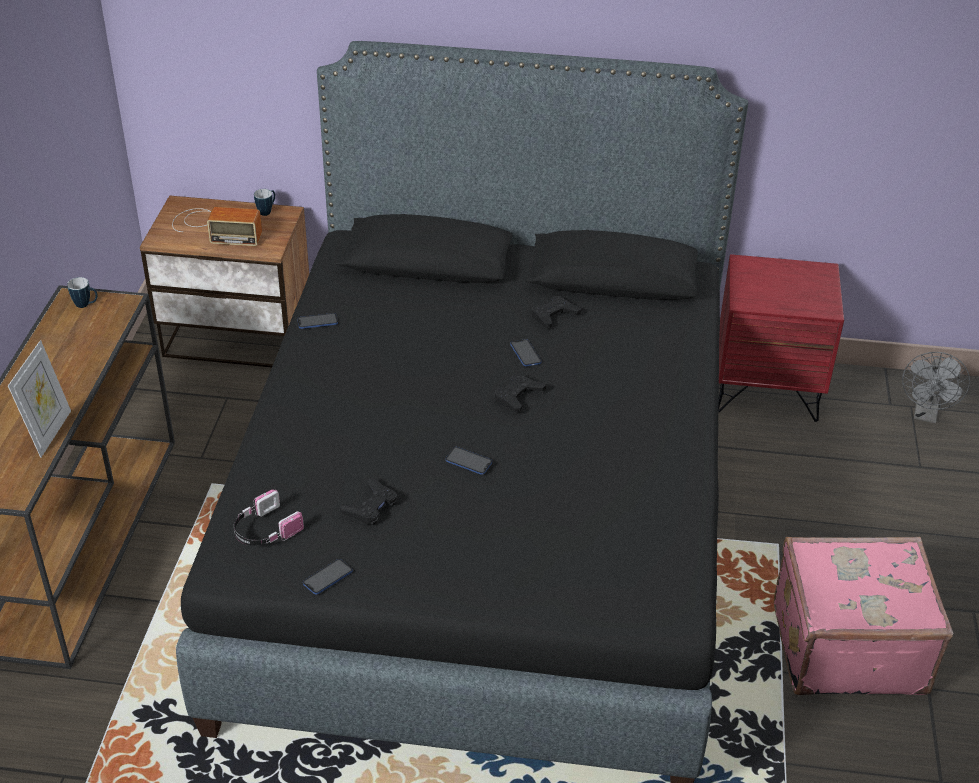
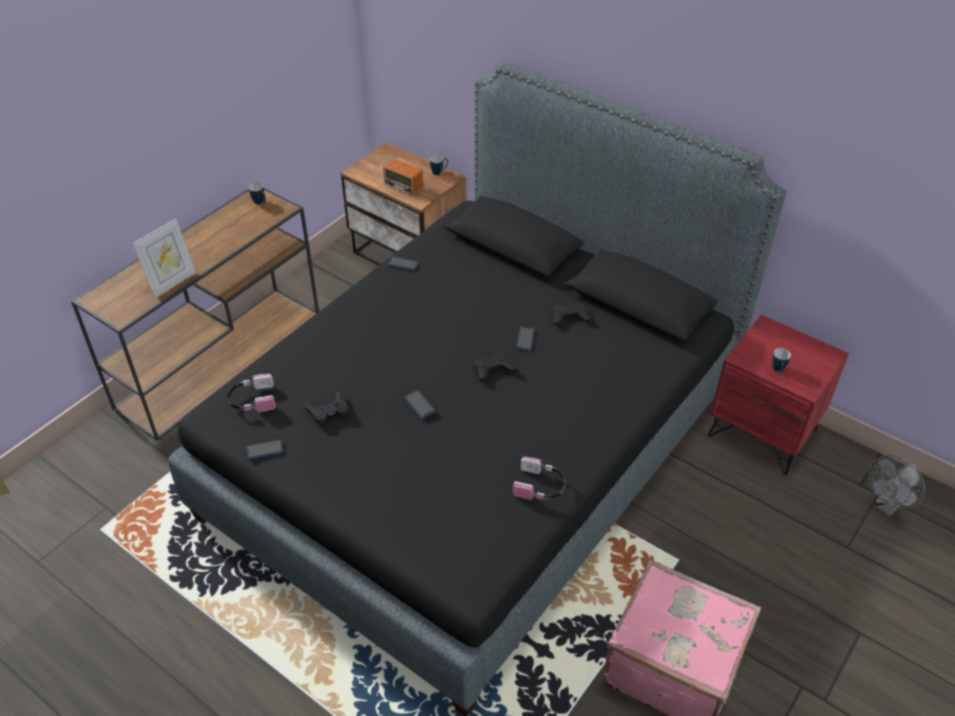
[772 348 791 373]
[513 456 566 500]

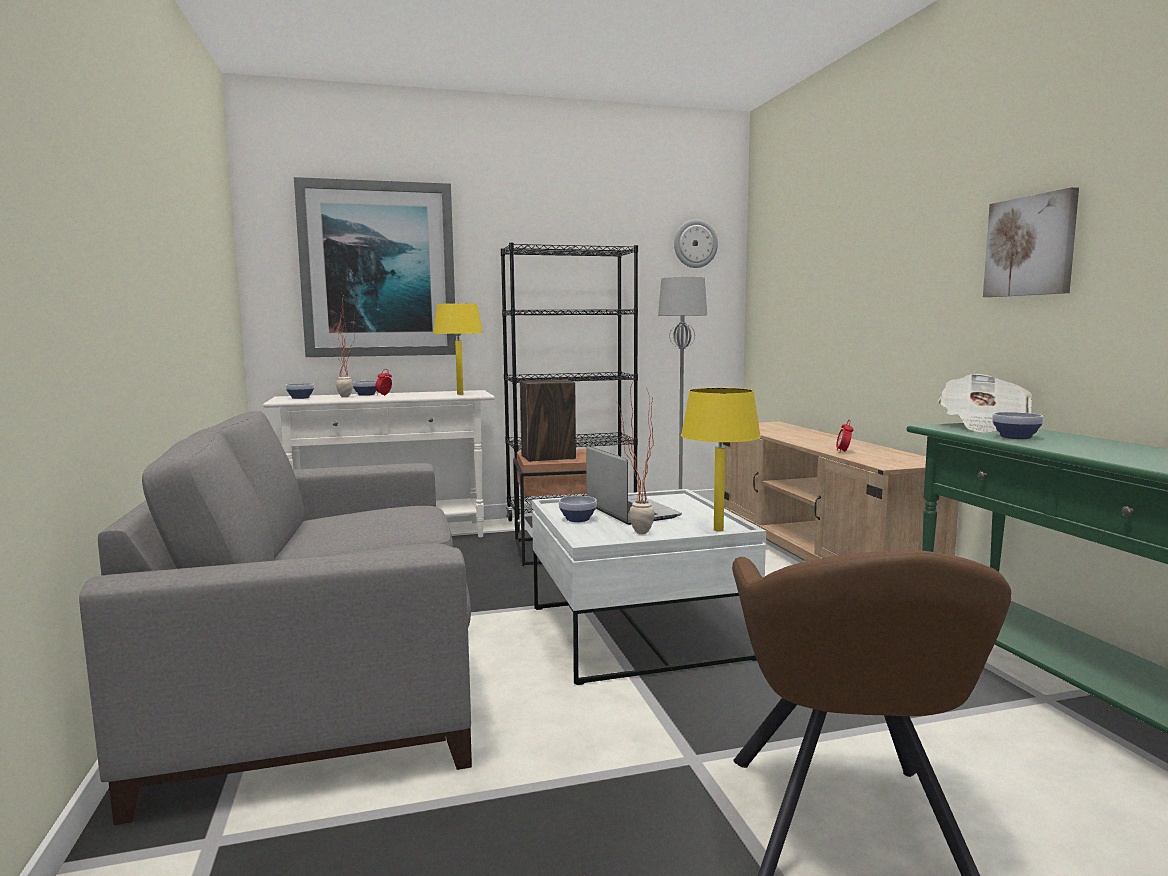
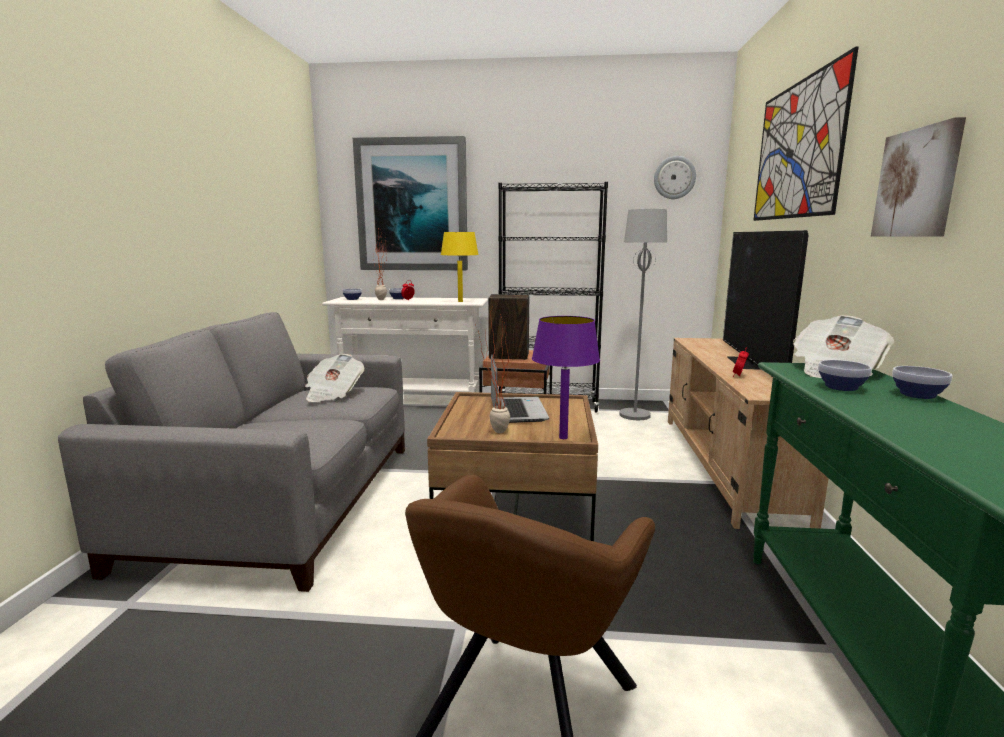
[532 316 600 439]
[427 392 598 541]
[892 366 952 399]
[753 46 859 221]
[723 230 809 376]
[305 354 364 402]

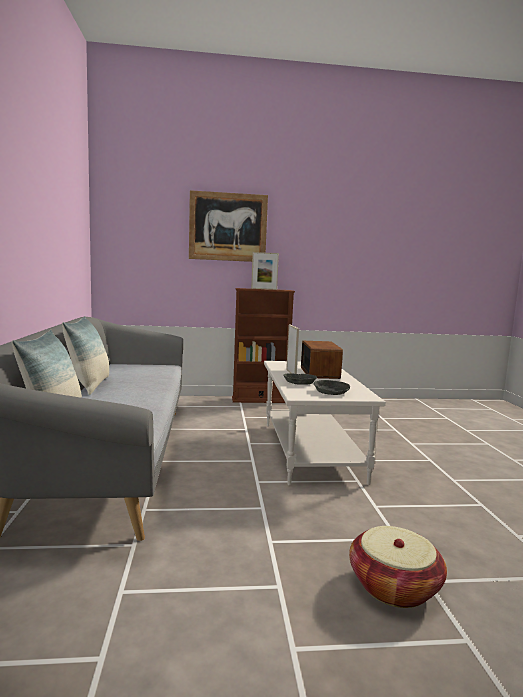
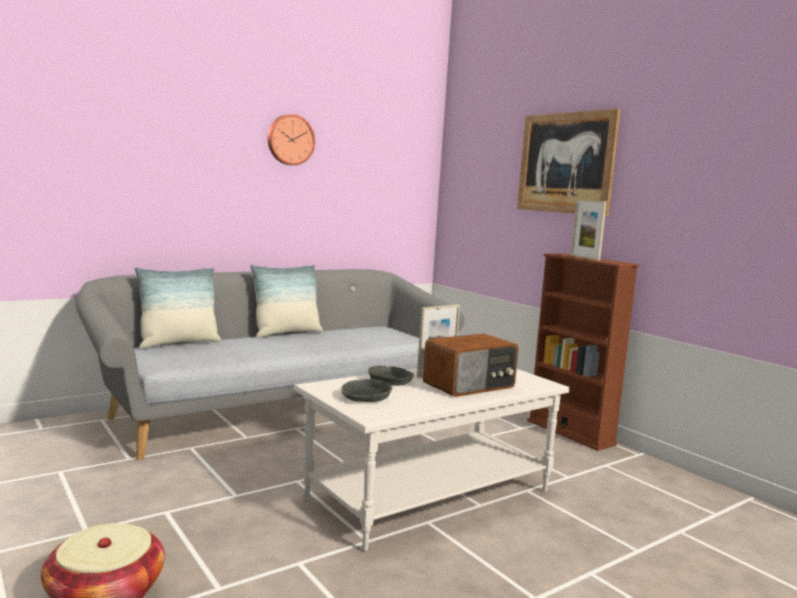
[268 114 315 165]

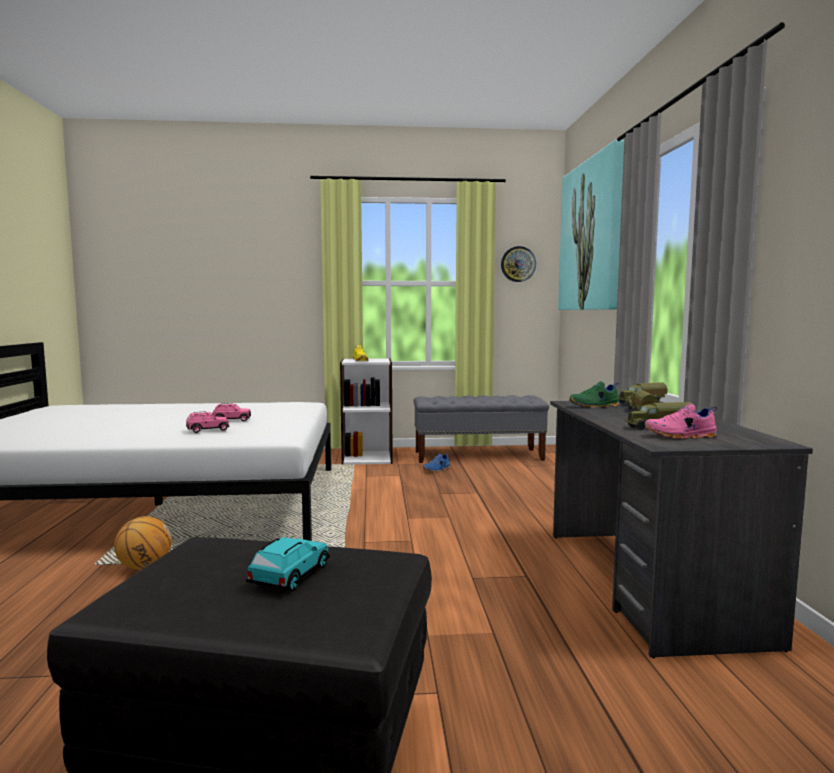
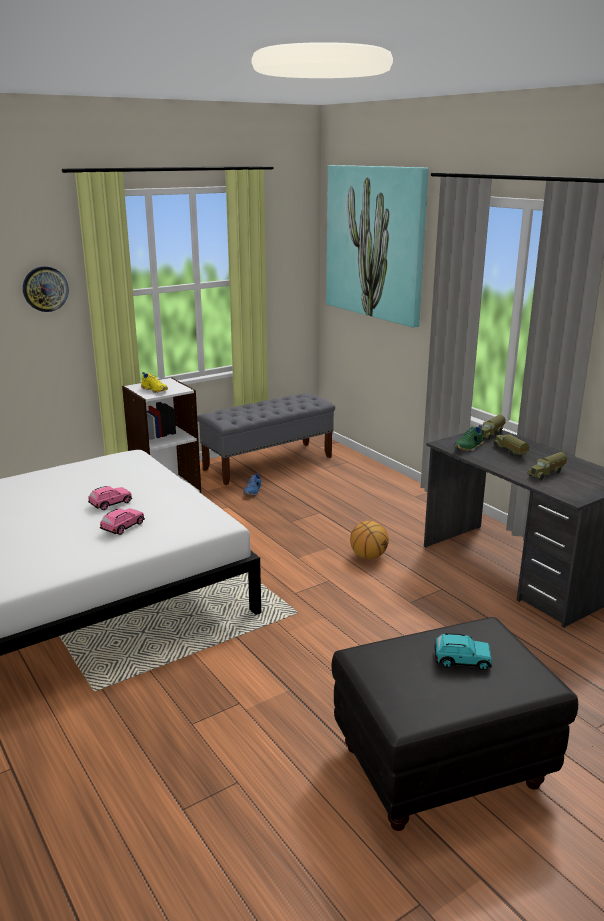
[23 266 69 312]
[645 404 717 439] (first image)
[350 521 389 559]
[434 633 492 670]

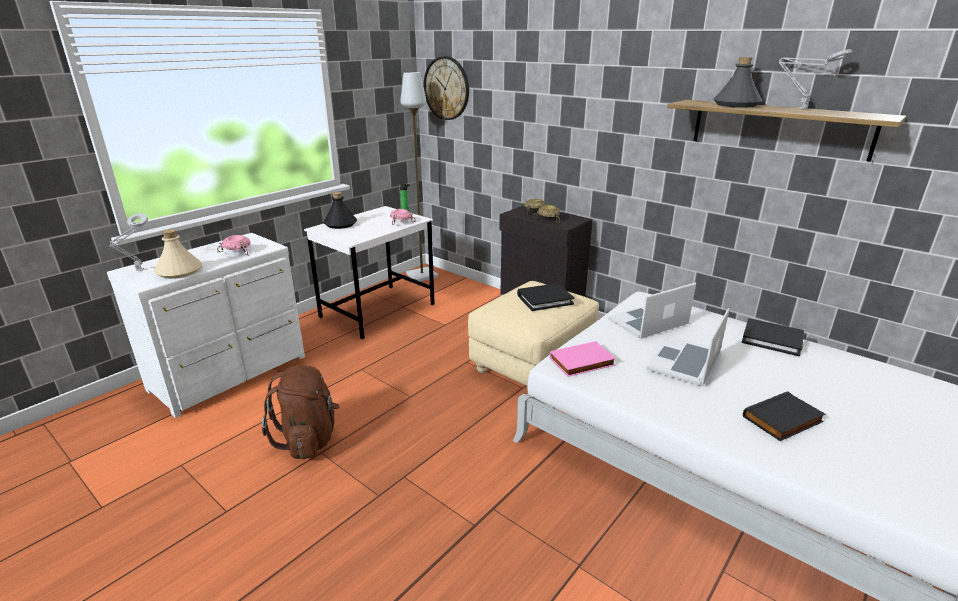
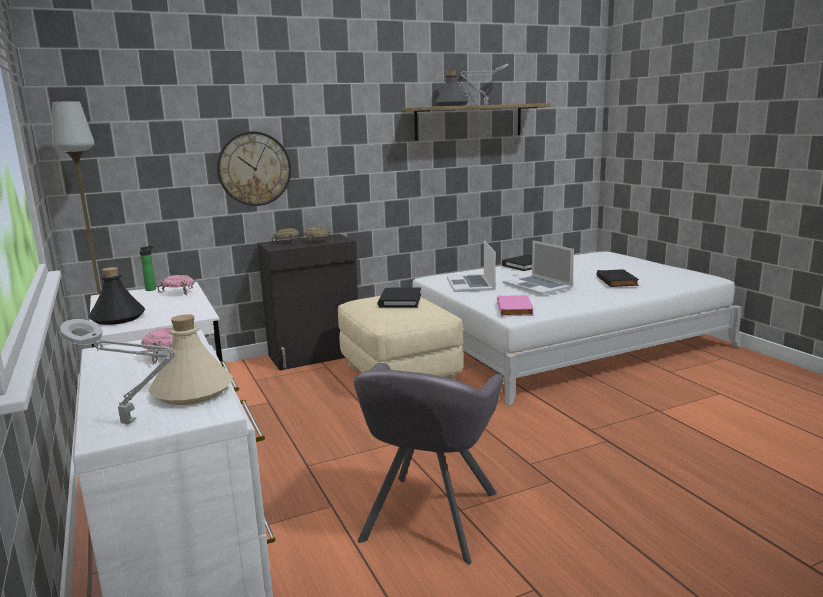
[217 131 291 206]
[354 363 504 564]

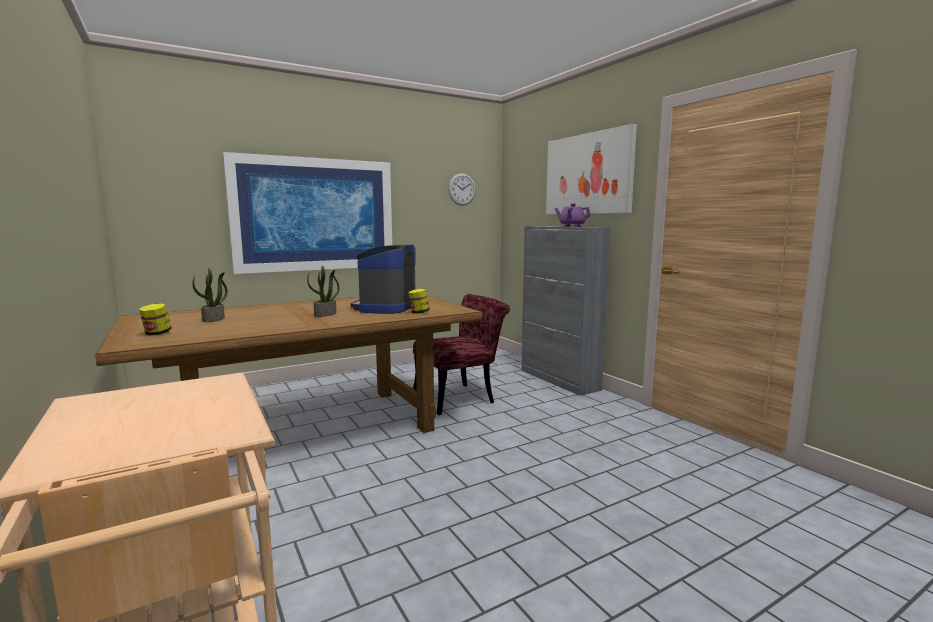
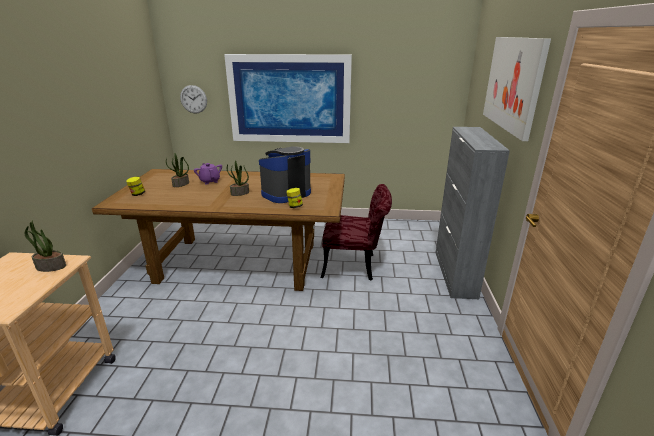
[180 85 207 114]
[194 163 222 185]
[25 220 66 272]

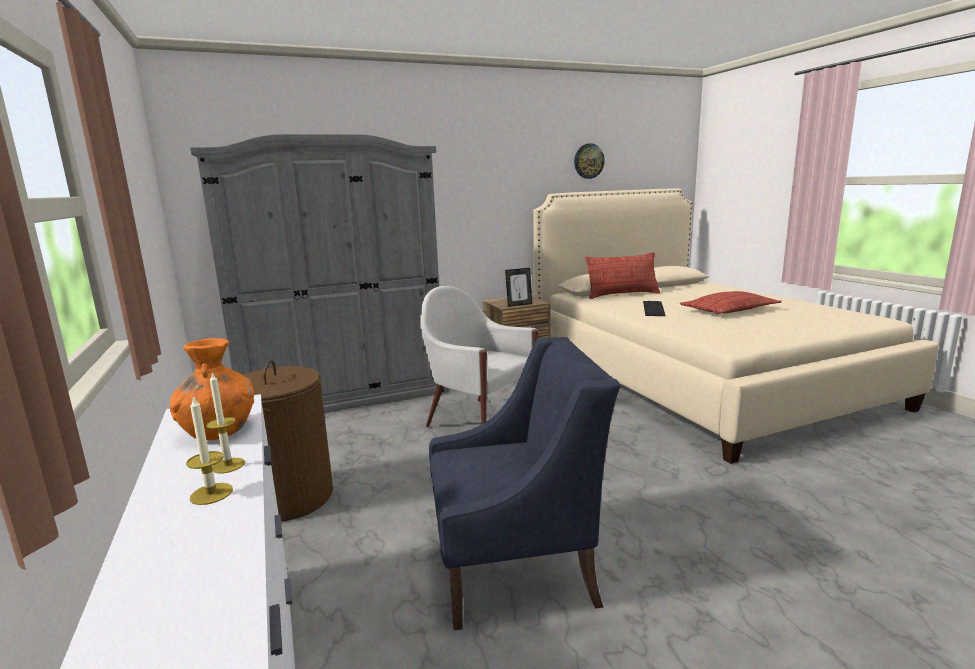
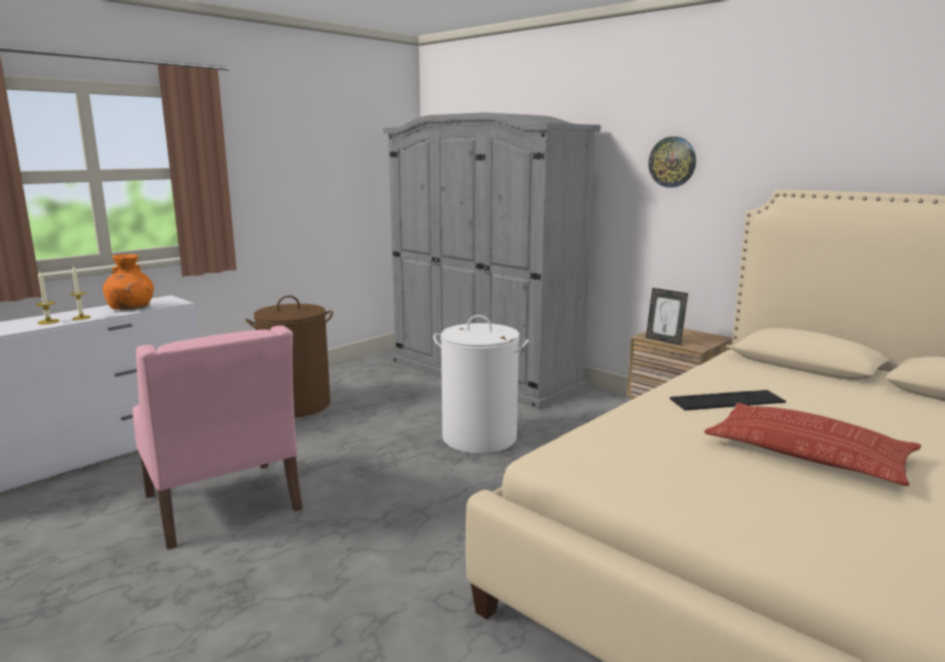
[648 137 696 188]
[585 252 660 299] (first image)
[433 315 529 454]
[132 326 303 550]

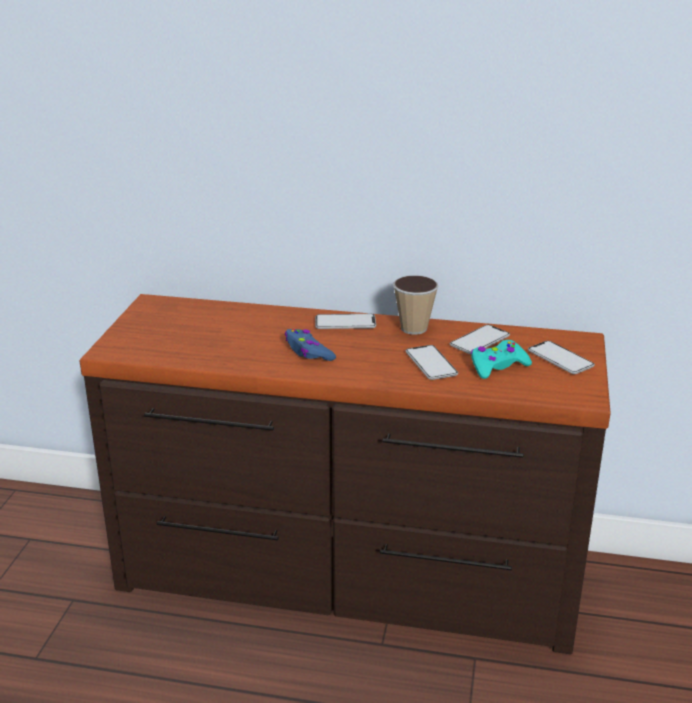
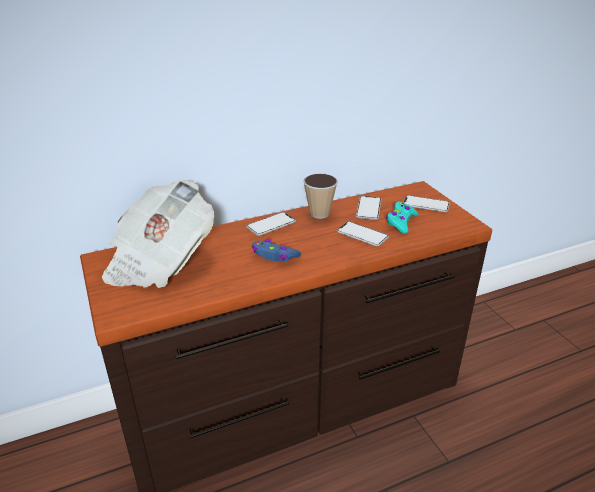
[102 180 214 288]

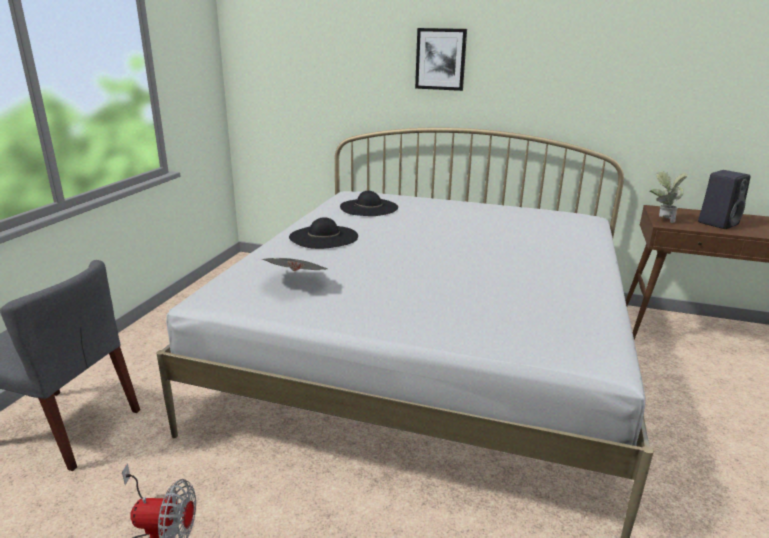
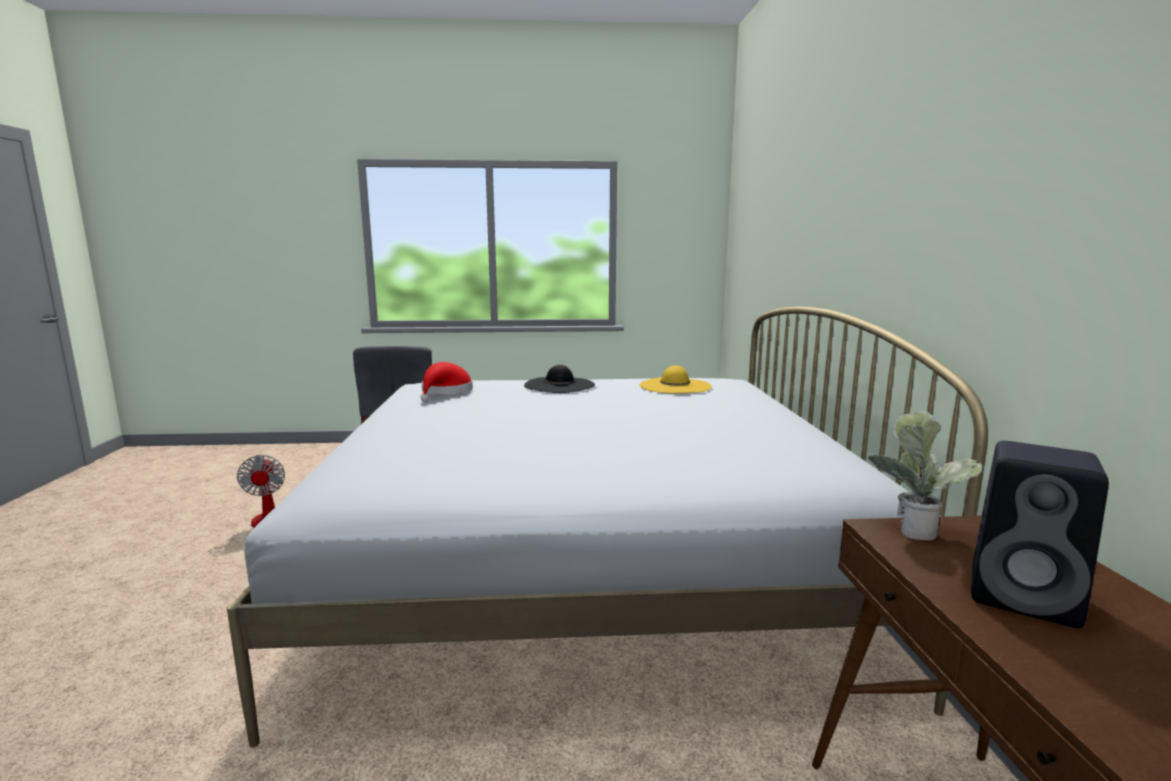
[415 28 467 91] (first image)
[639 365 712 394]
[421 362 473 402]

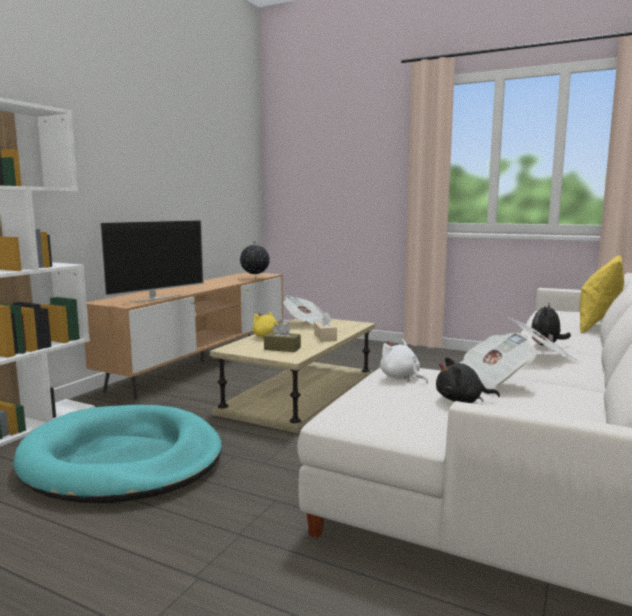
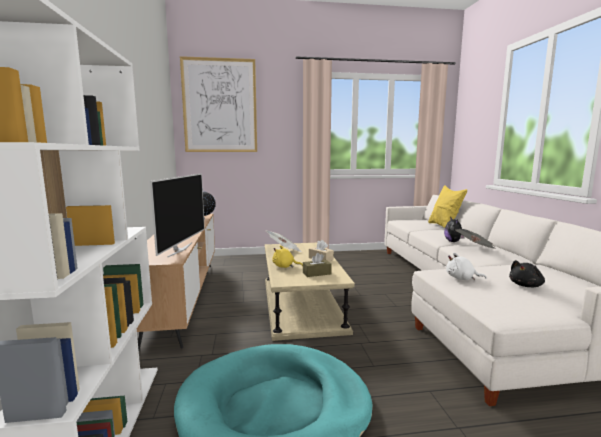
[459 333 537 389] (first image)
[180 56 257 152]

